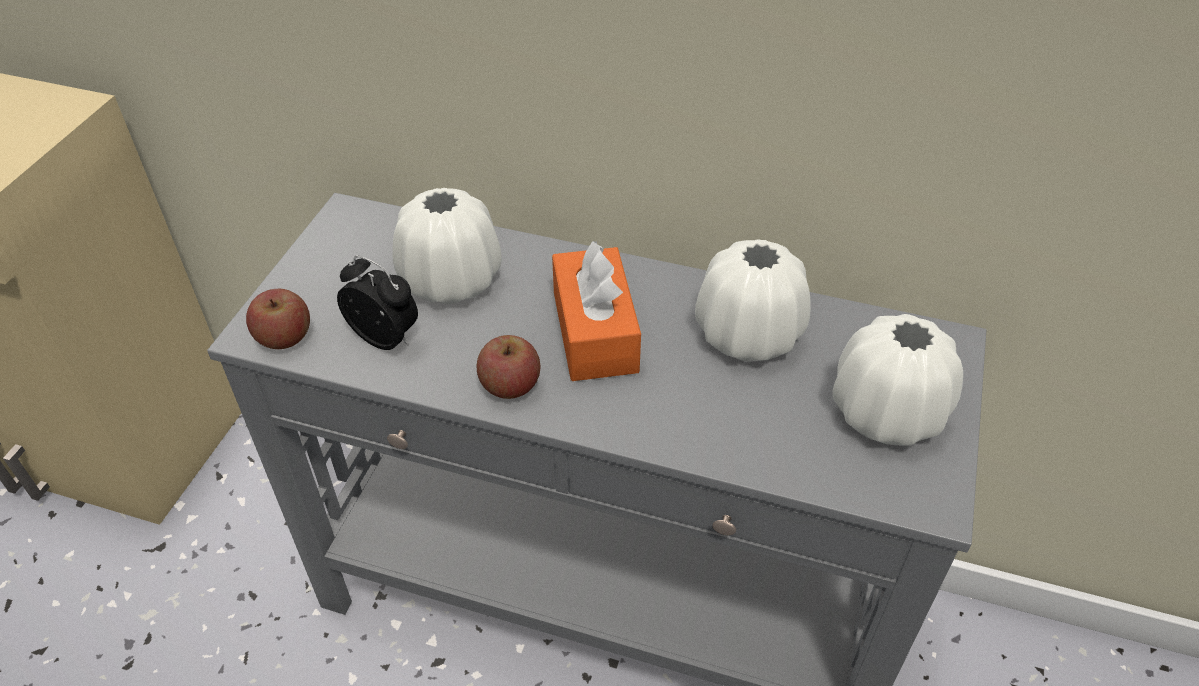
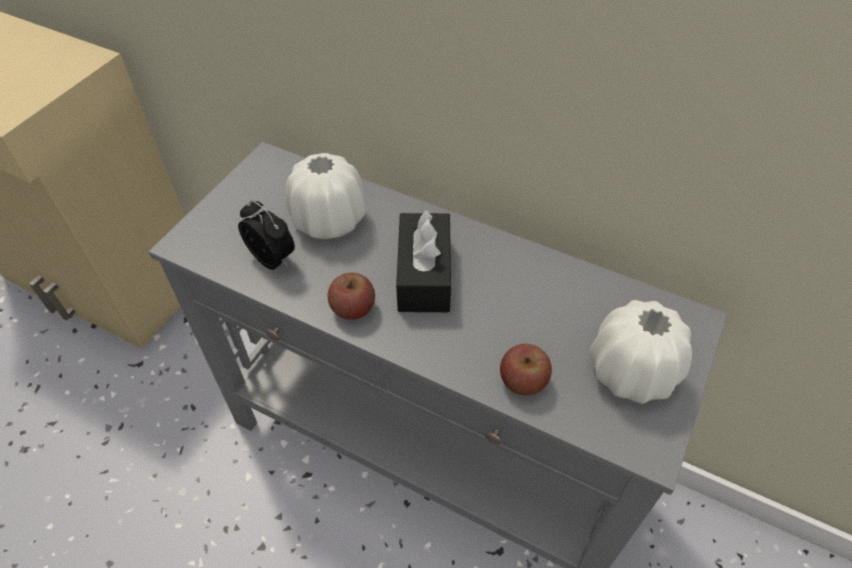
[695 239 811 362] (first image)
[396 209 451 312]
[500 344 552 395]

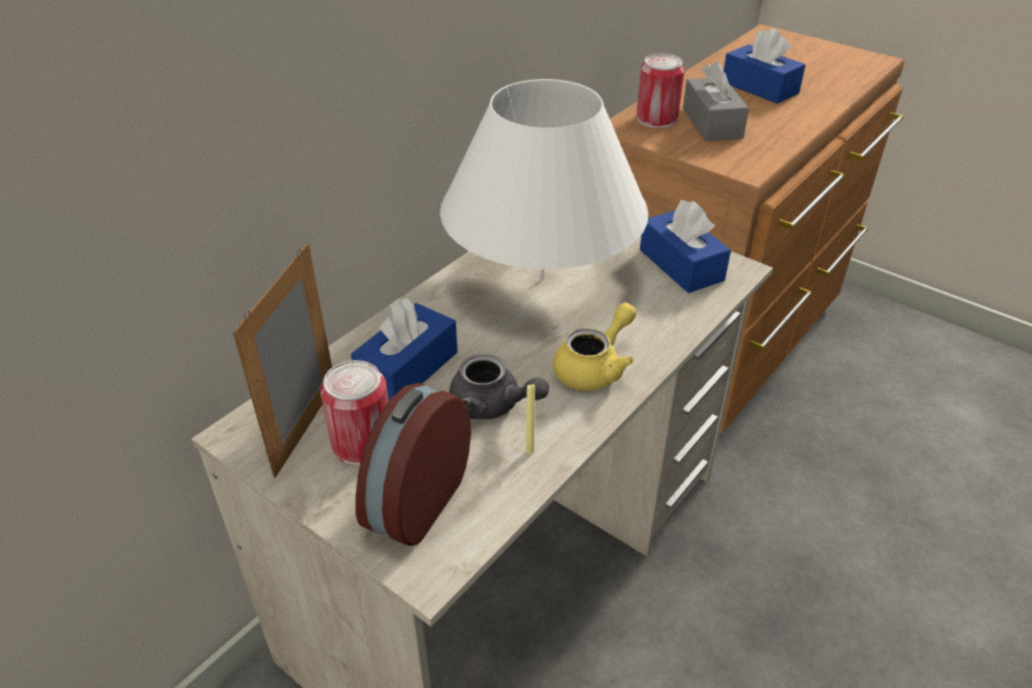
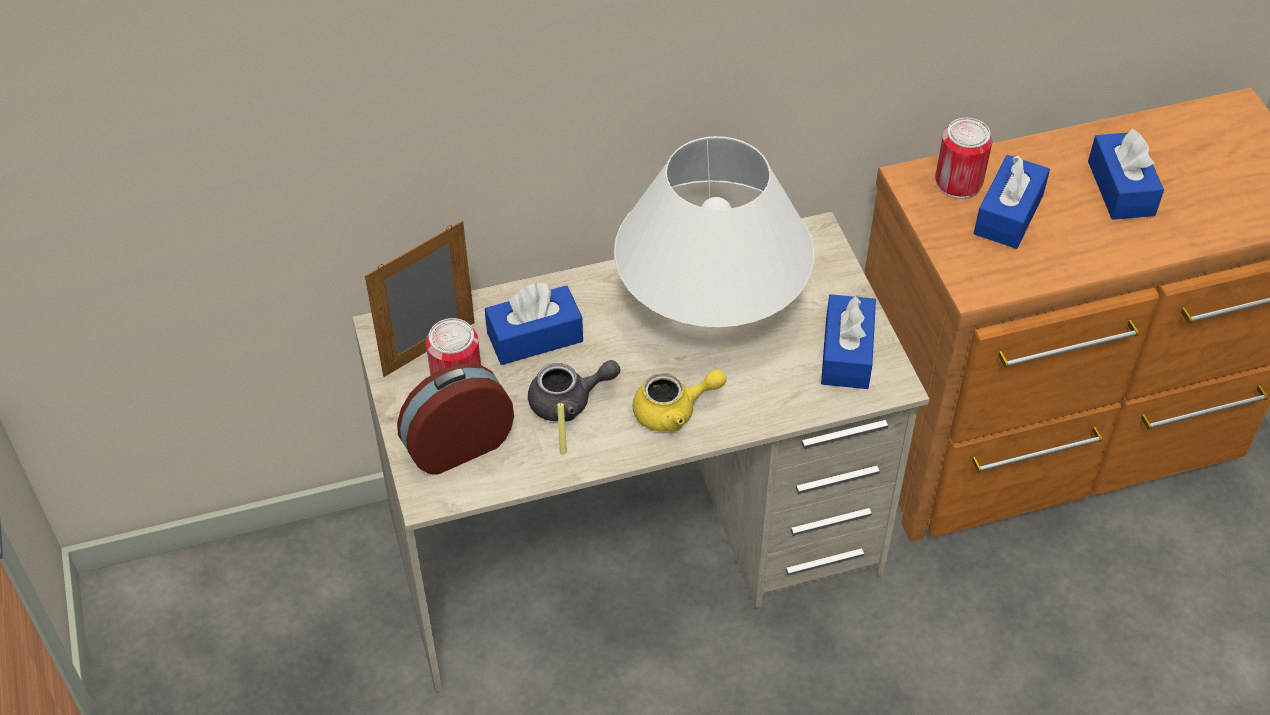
[974 155 1050 249]
[528 360 620 422]

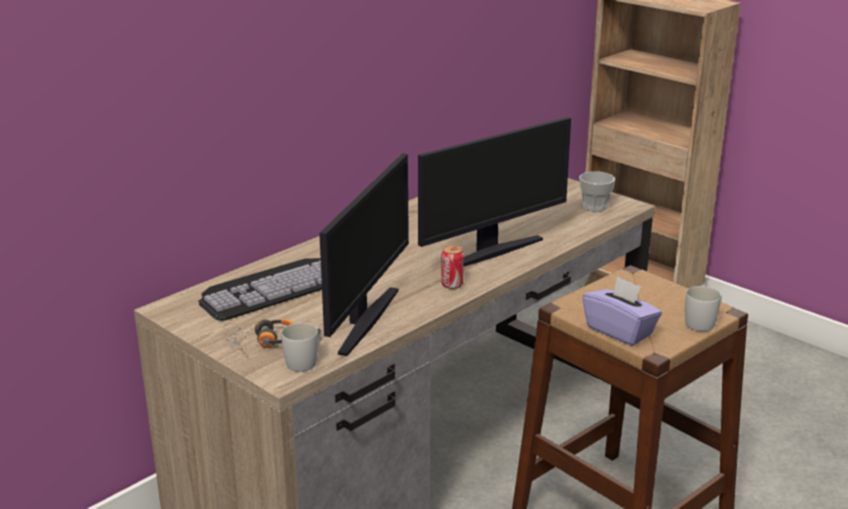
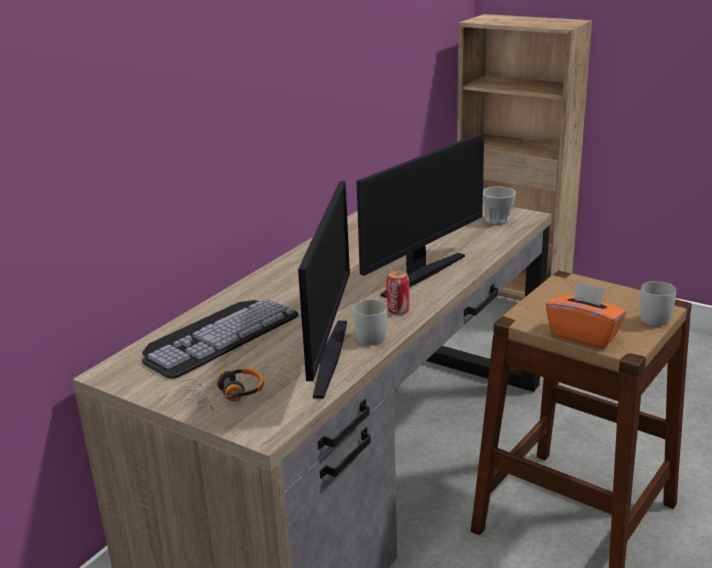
[546 281 626 349]
[353 300 387 345]

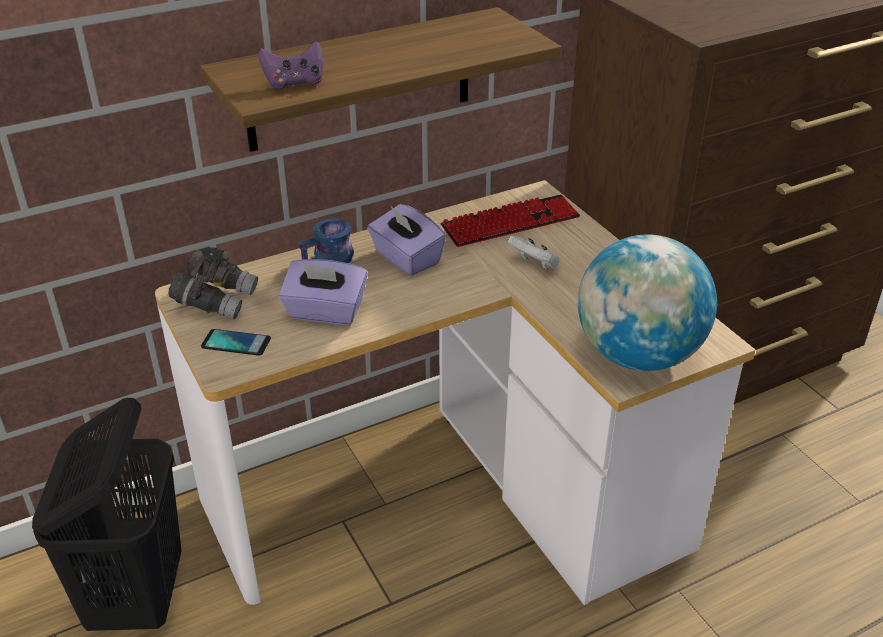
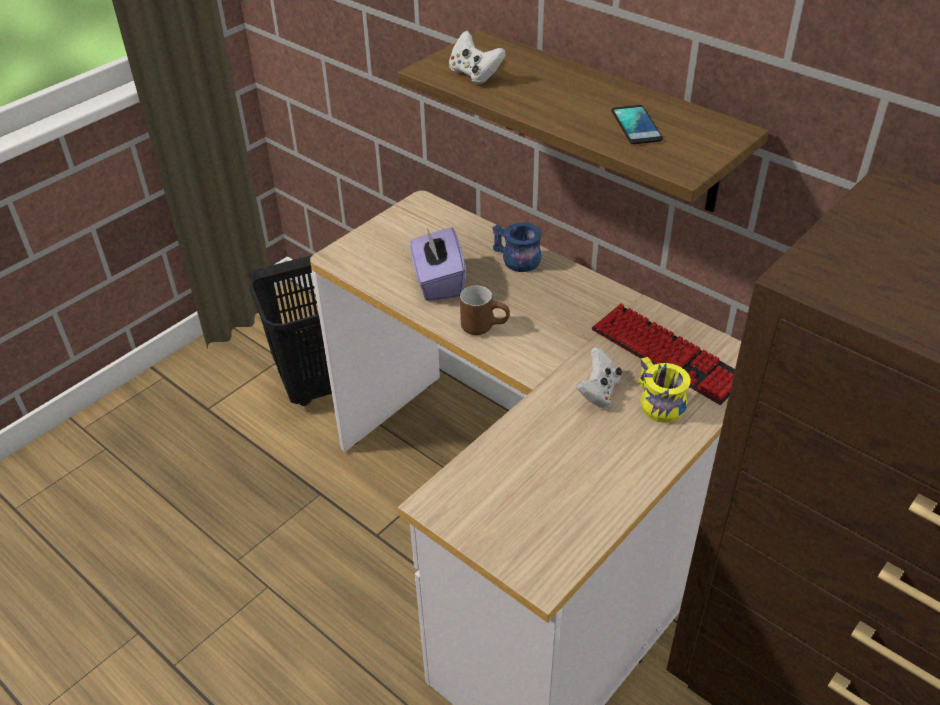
[449 31 506 84]
[367 204 446 276] (first image)
[578 234 717 371] (first image)
[168 247 258 319] (first image)
[611 105 663 144]
[460 286 510 335]
[638 357 691 423]

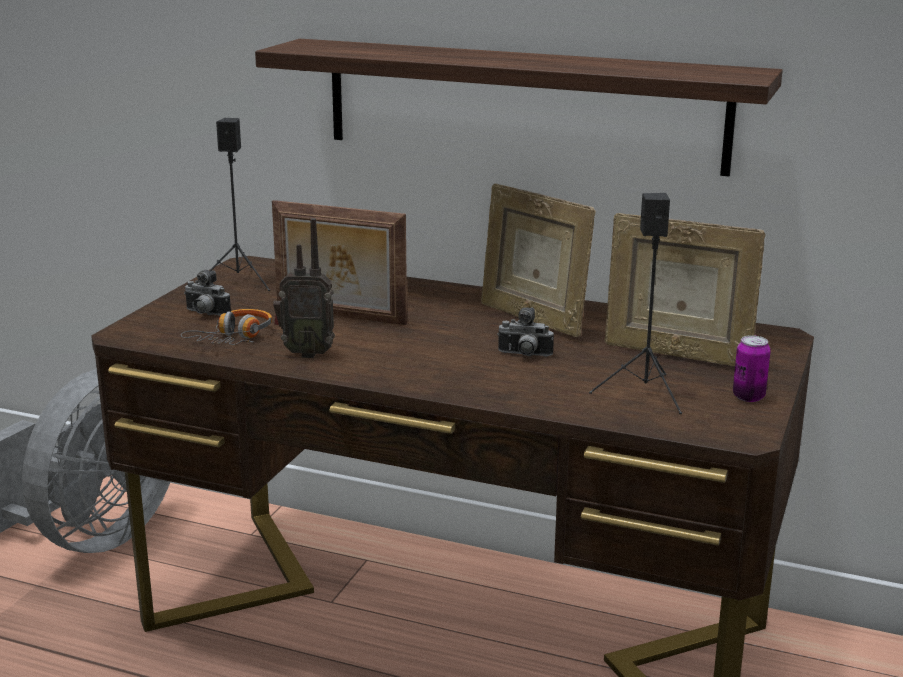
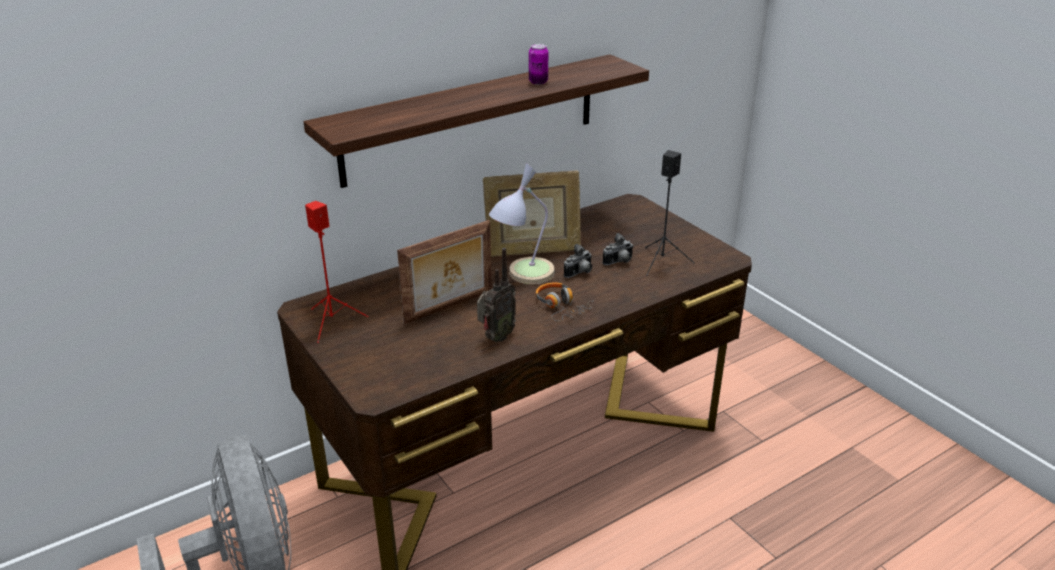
[305 201 369 343]
[605 213 766 366] (first image)
[603 233 634 265]
[535 282 594 321]
[529 44 548 85]
[489 163 555 284]

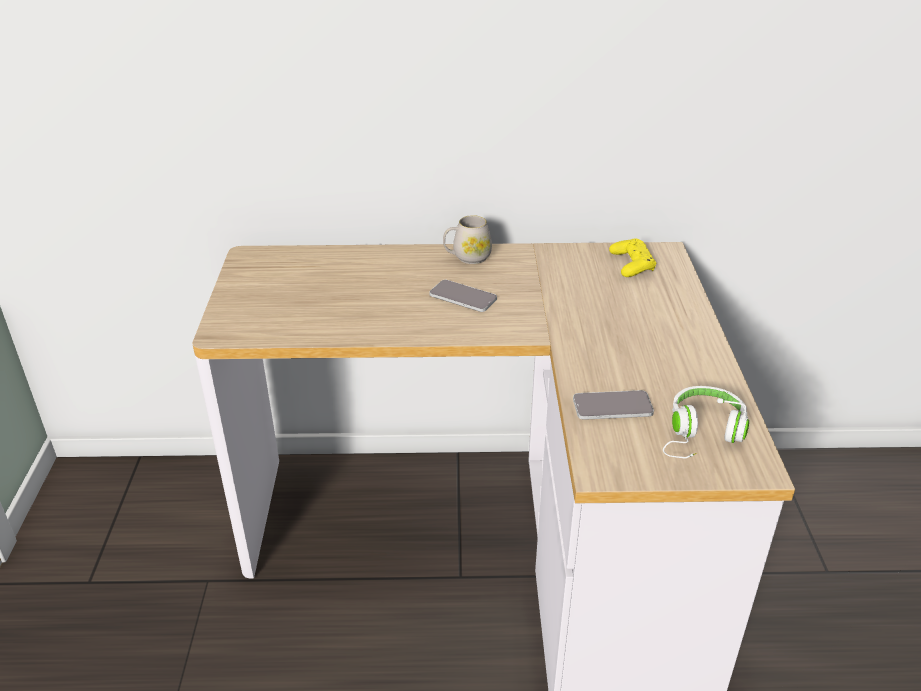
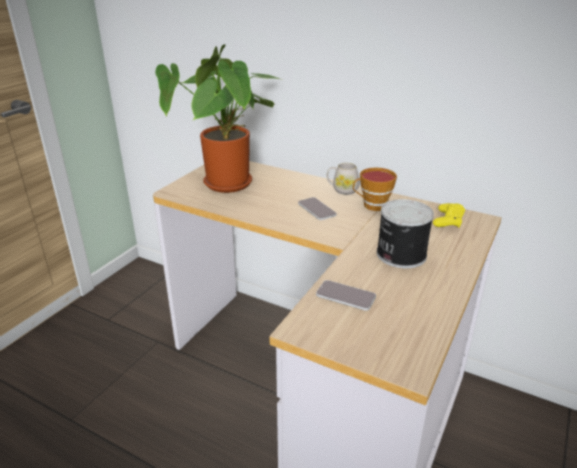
[663 386 749 459] (first image)
[155 44 280 193]
[353 167 397 211]
[377 199 434 269]

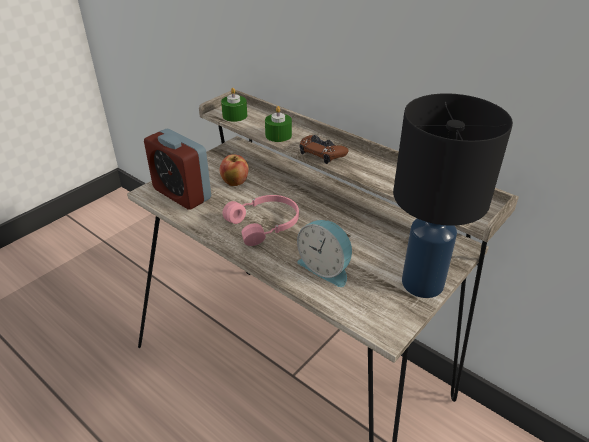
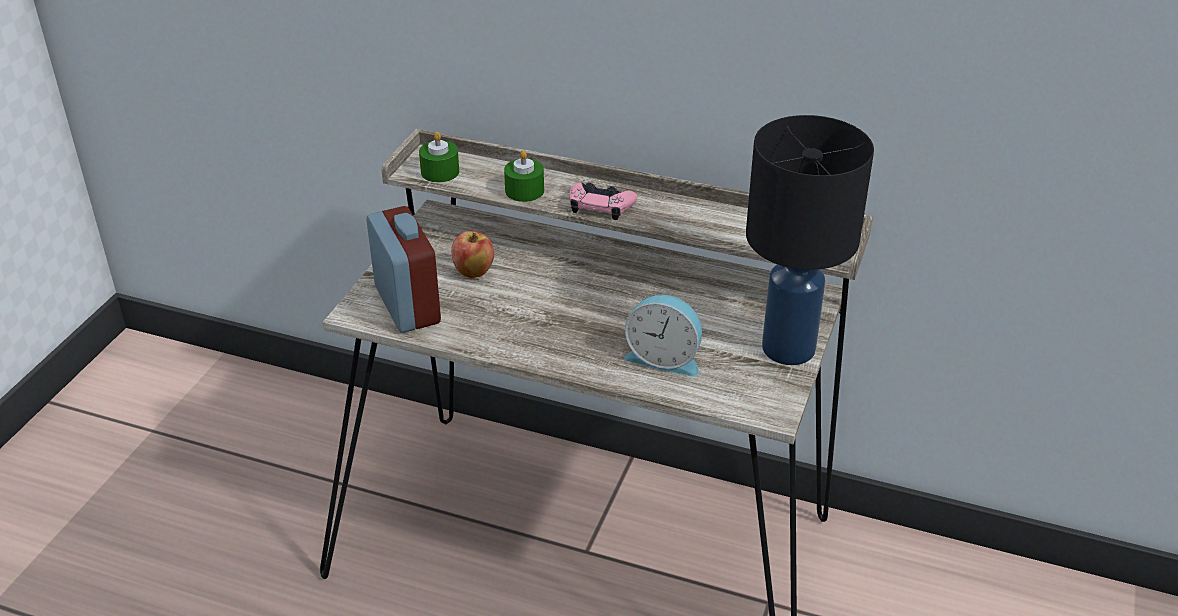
[367 206 441 333]
[569 182 637 220]
[223 195 299 246] (first image)

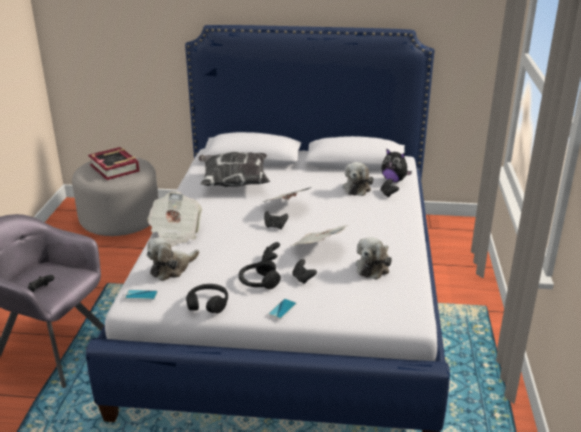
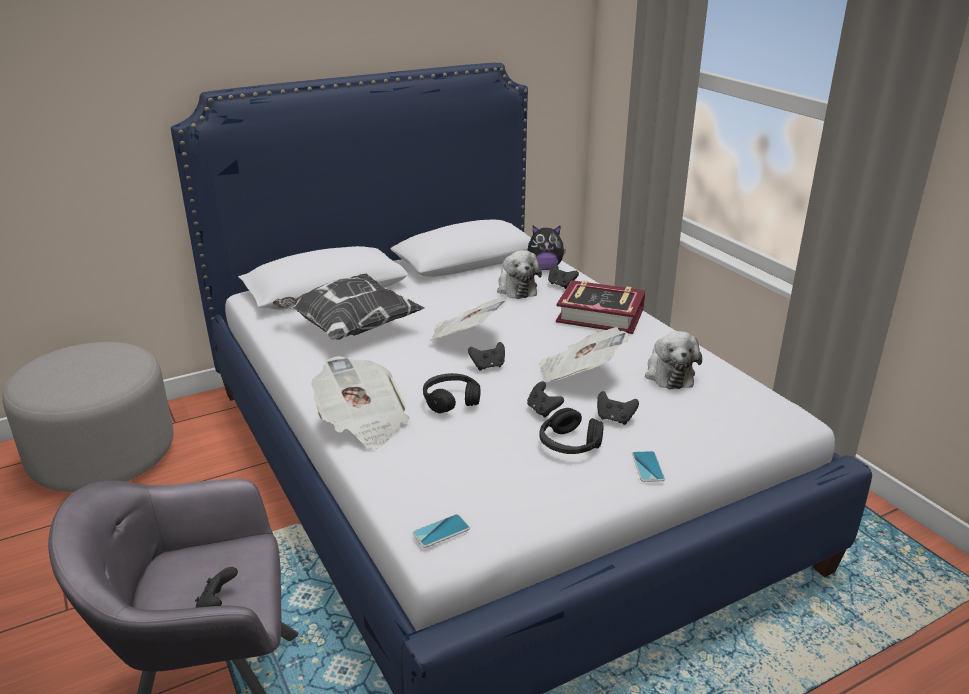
[556 280 646 334]
[146 237 199 281] (first image)
[423 373 481 414]

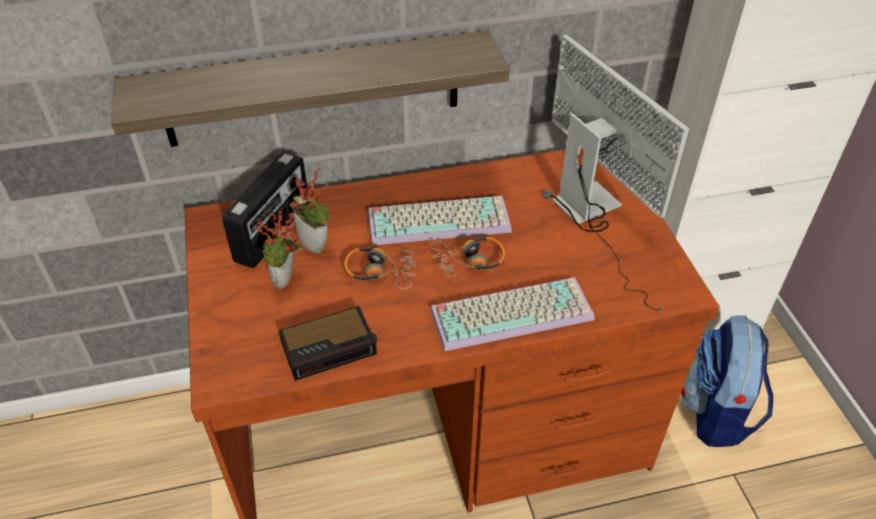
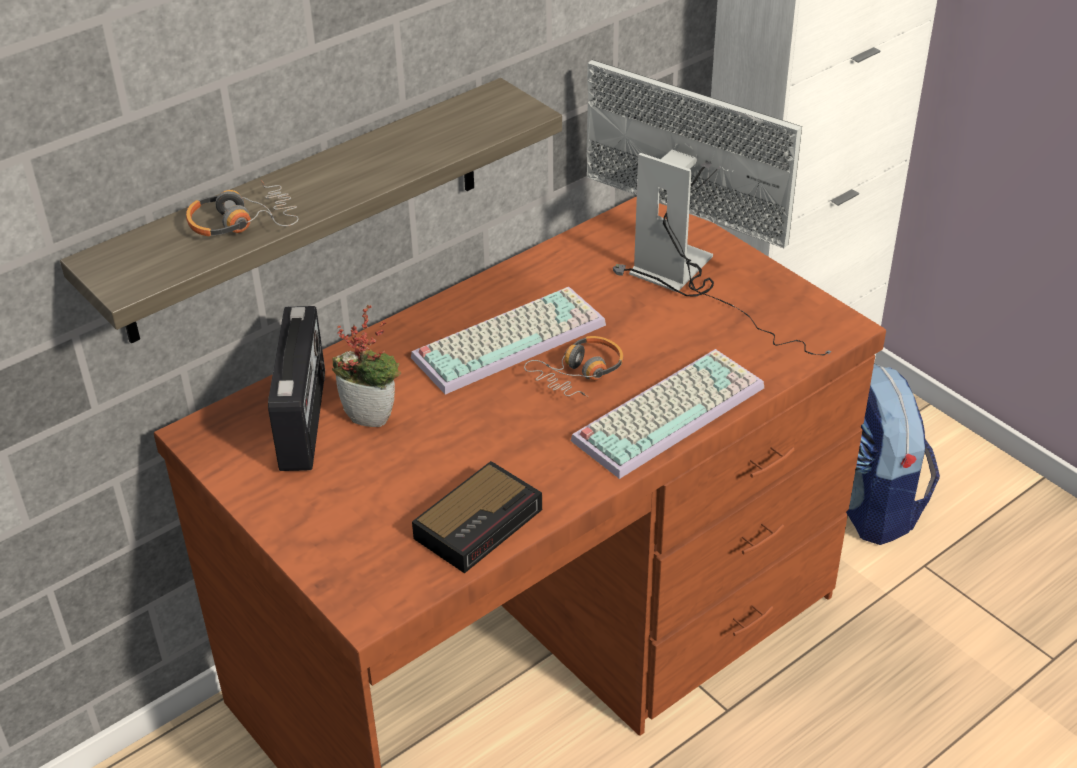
[255 208 304 289] (first image)
[186 180 299 236]

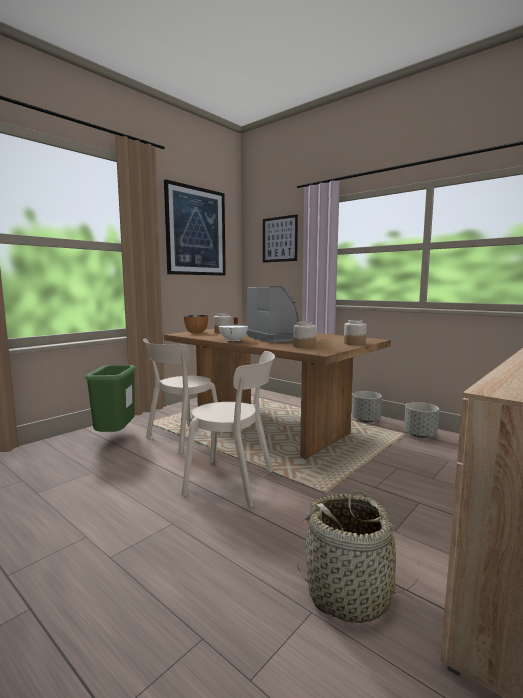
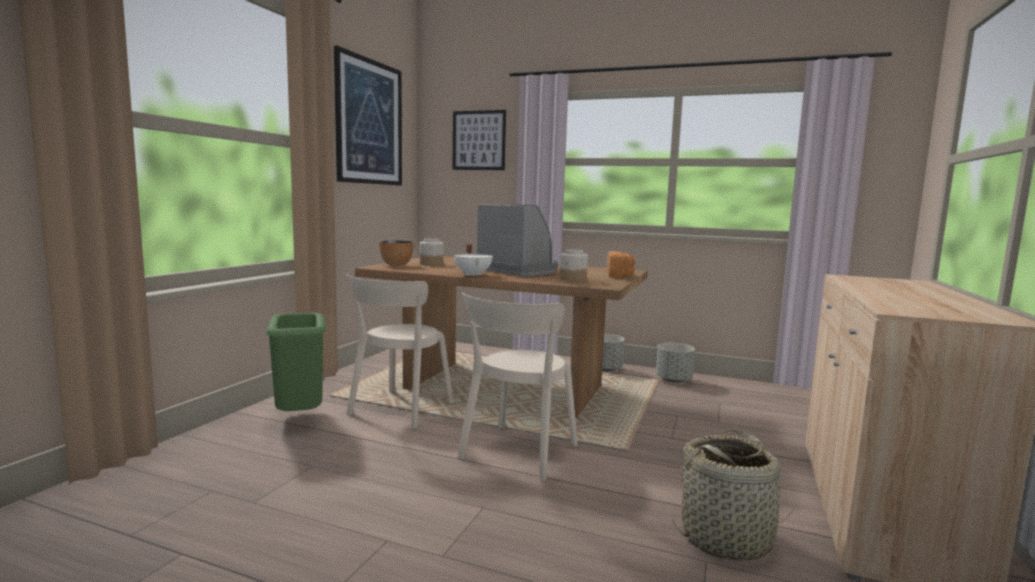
[607 251 635 278]
[457 292 578 481]

